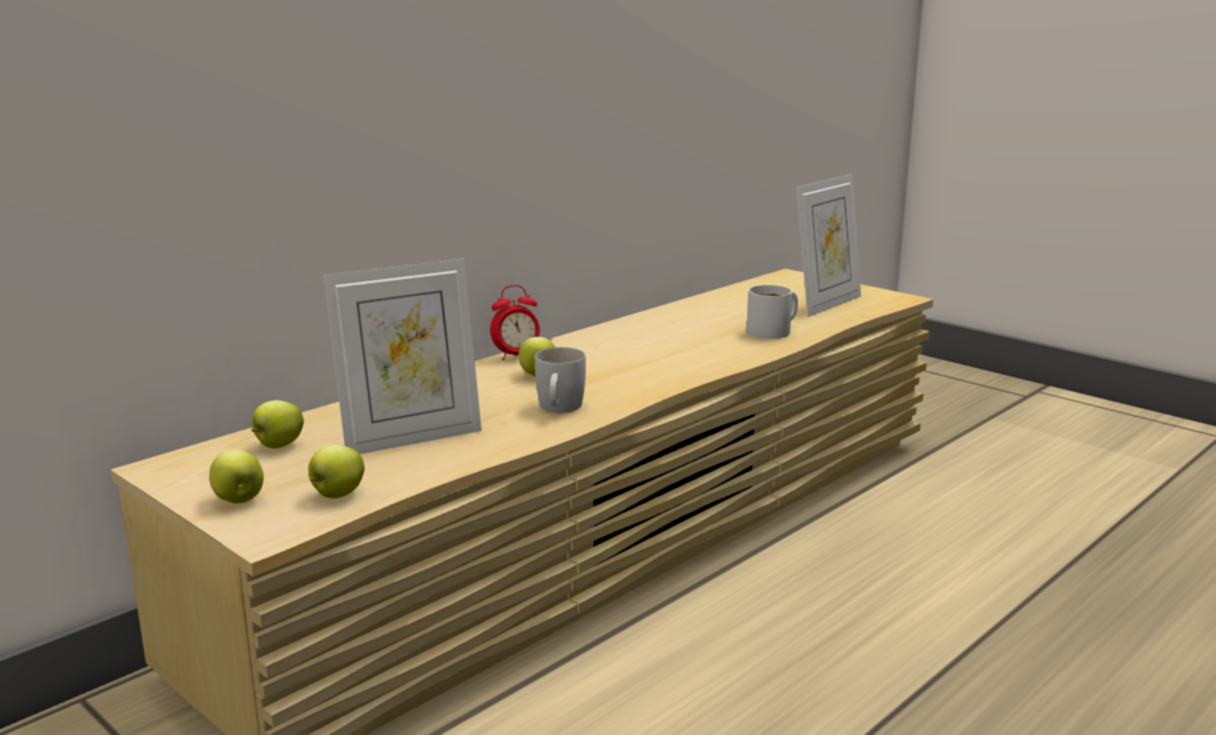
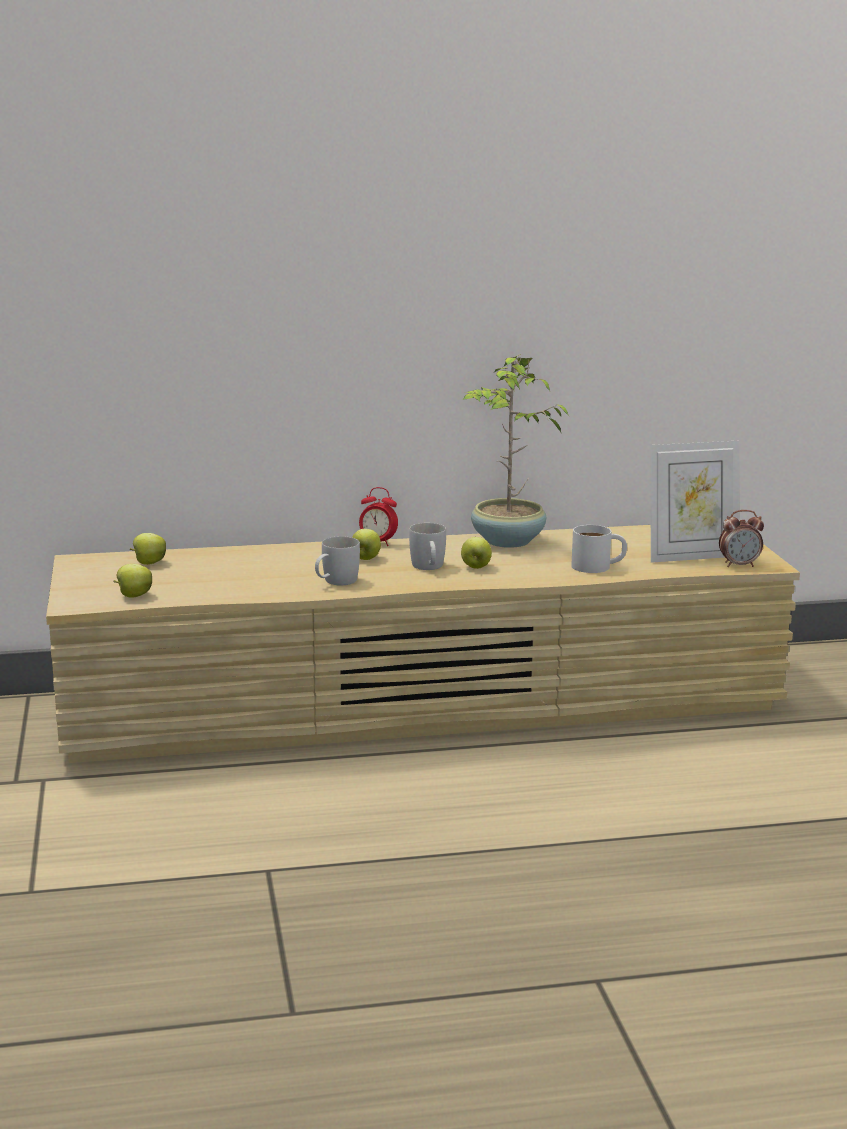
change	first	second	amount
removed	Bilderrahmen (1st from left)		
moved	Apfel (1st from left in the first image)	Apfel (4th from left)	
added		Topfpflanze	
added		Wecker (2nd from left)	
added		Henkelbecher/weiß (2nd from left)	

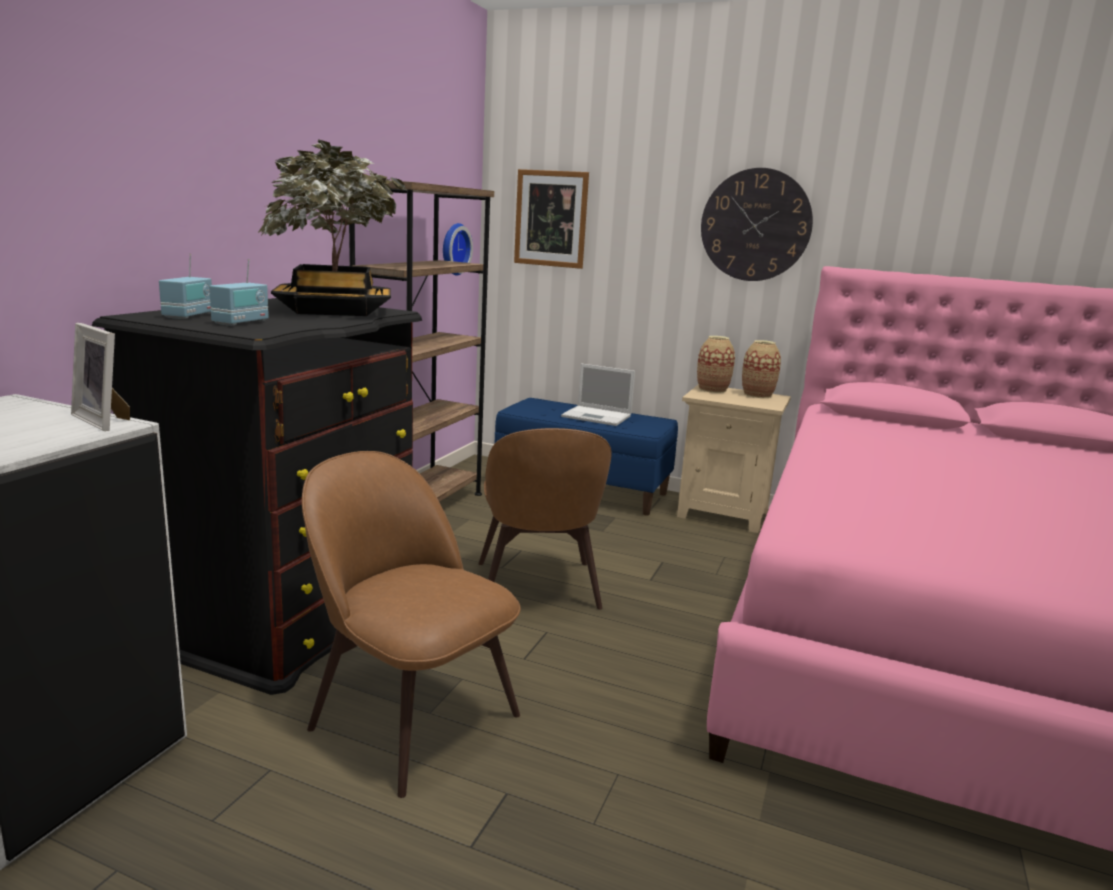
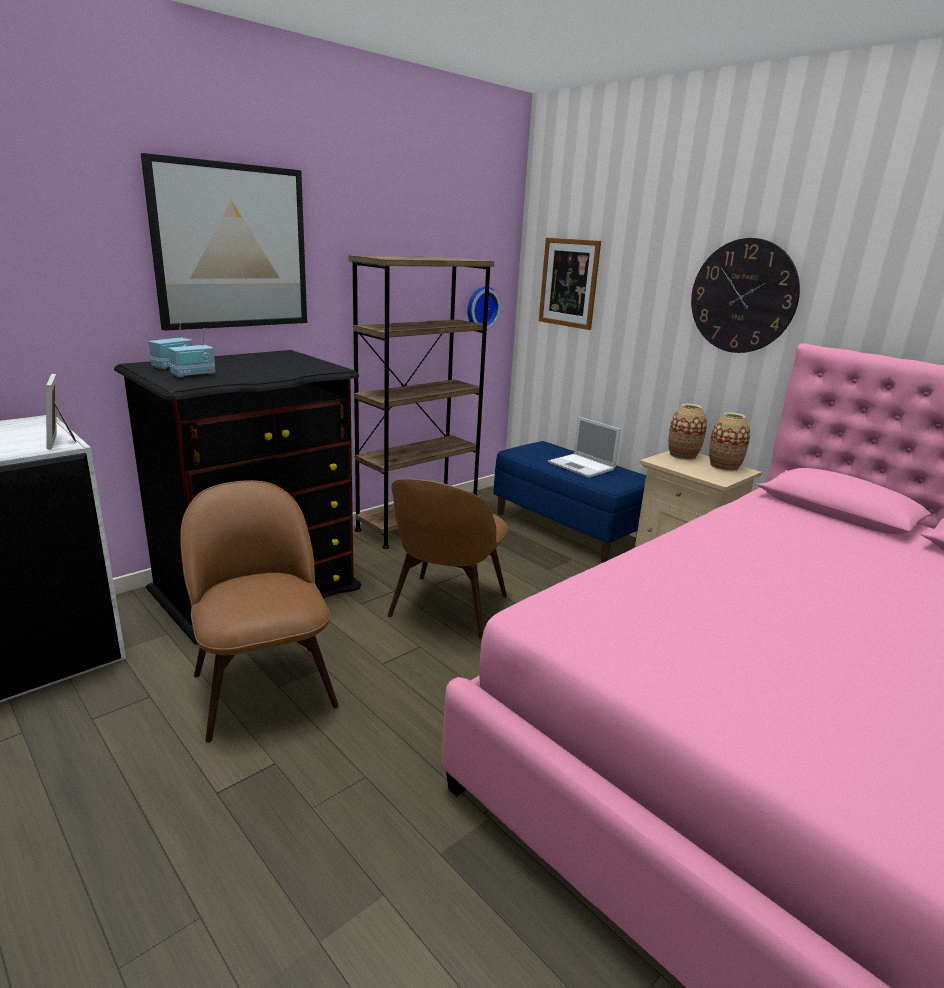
change	first	second	amount
removed	Topfpflanze		
added		Bild (1st from left)	

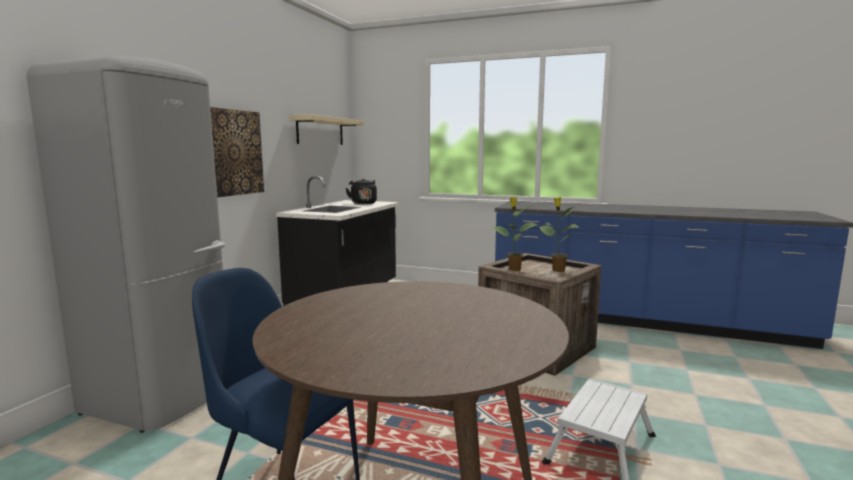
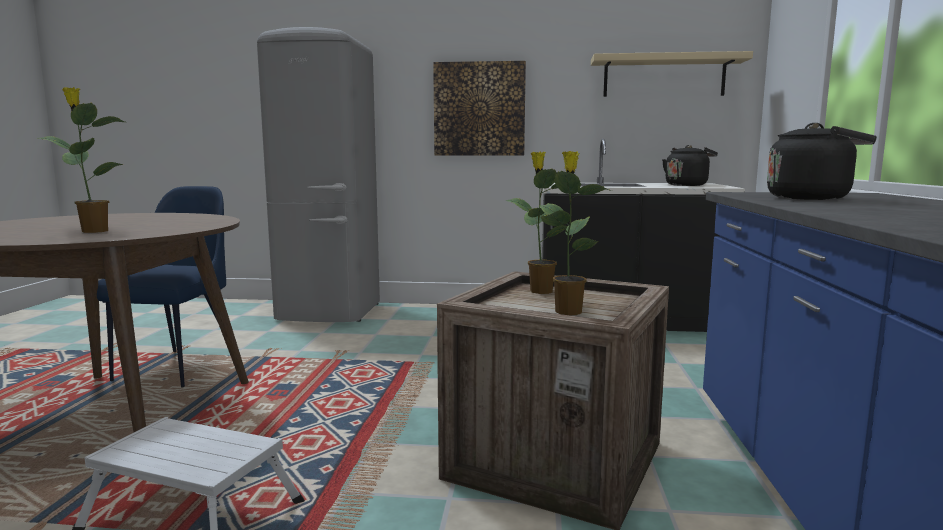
change	first	second	amount
added		Topfpflanze (1st from left)	
added		Wasserkessel/schwarz (2nd from left)	

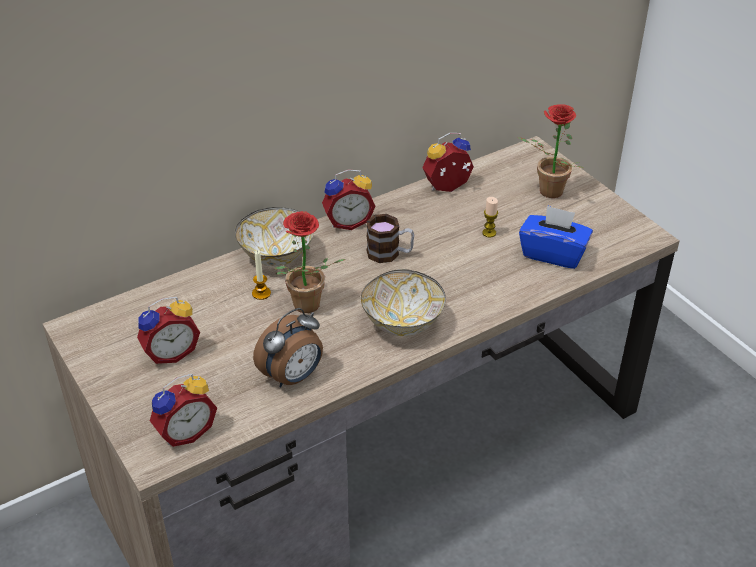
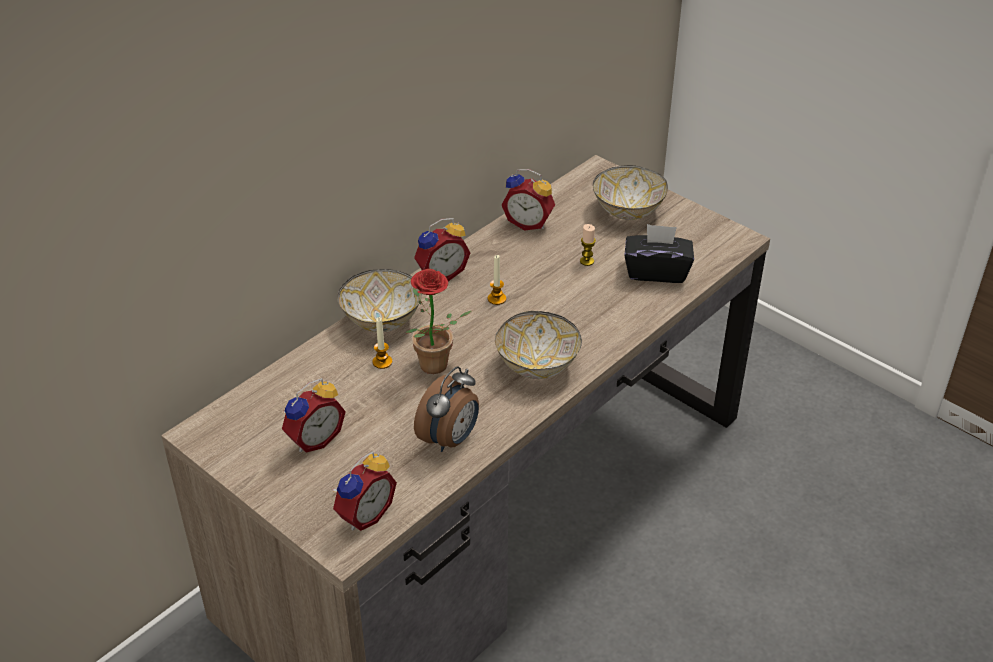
change	first	second	amount
replaced	Topfpflanze (2nd from left)	Schüssel (3rd from left)	
turned	Wecker (5th from left)		120 degrees counterclockwise
recoloured	Taschentuchbox/blau	Taschentuchbox/schwarz	
replaced	Henkelbecher	Kerze (2nd from left)	

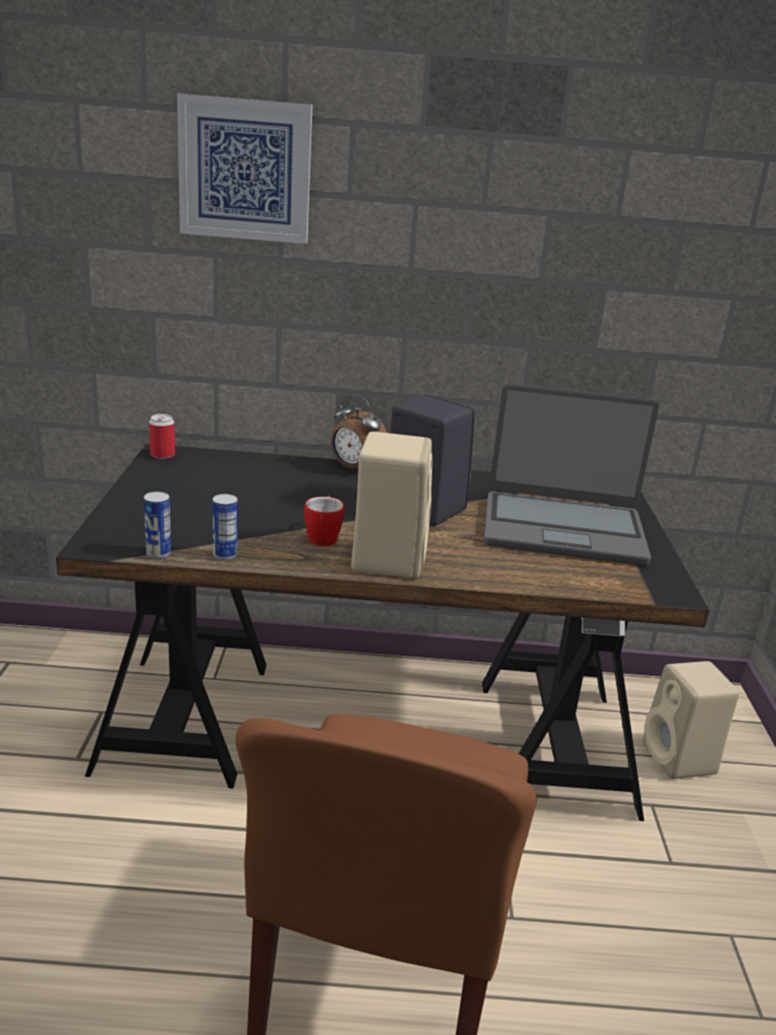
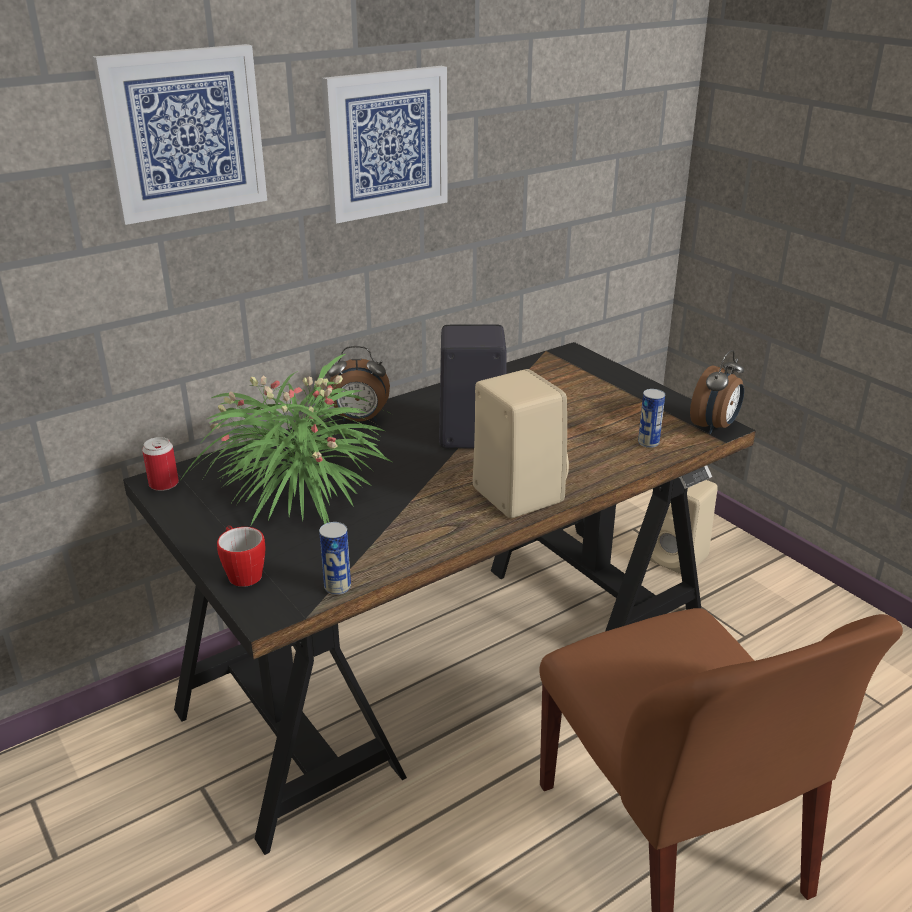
change	first	second	amount
removed	Laptop		
moved	Dose (3rd from left)		
moved	Henkelbecher		
added		Bild (2nd from left)	
added		Wecker (2nd from left)	
added		Topfpflanze	

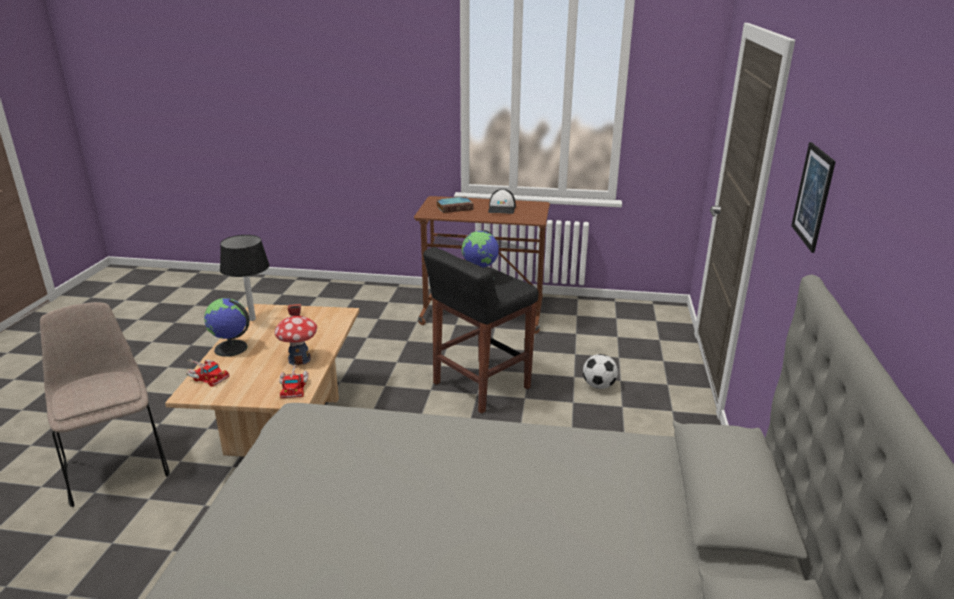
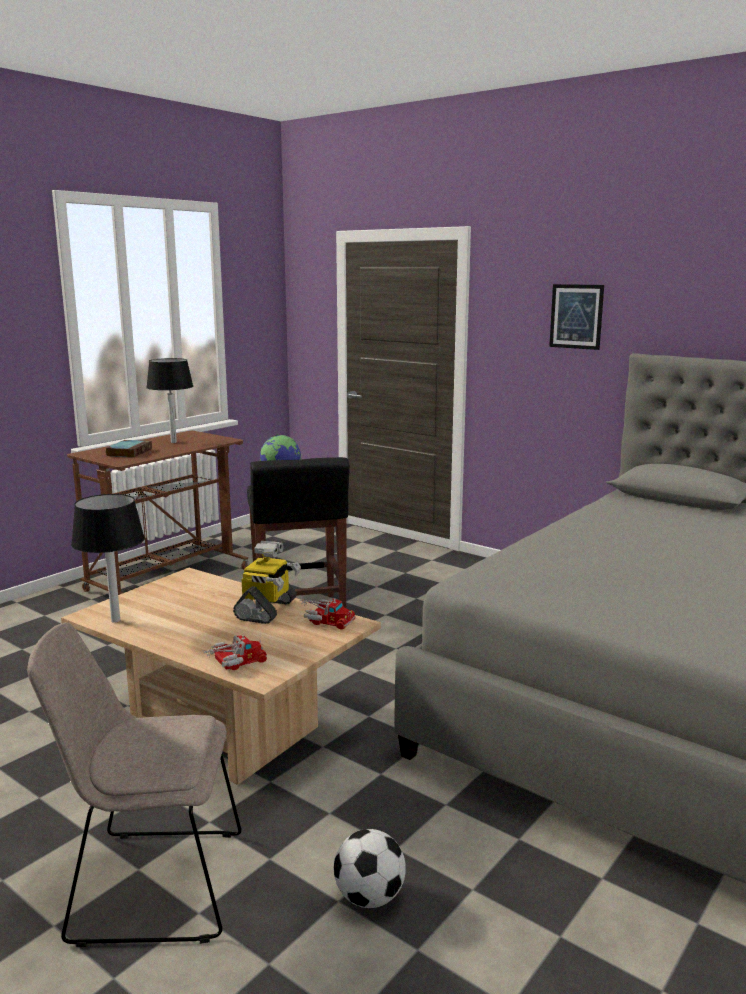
change	first	second	amount
replaced	Kappe	Tischlampe/schwarz (2nd from left)	
removed	Globus (1st from left)		
replaced	Spielzeughaus	Spielzeugroboter	
moved	Fußball		

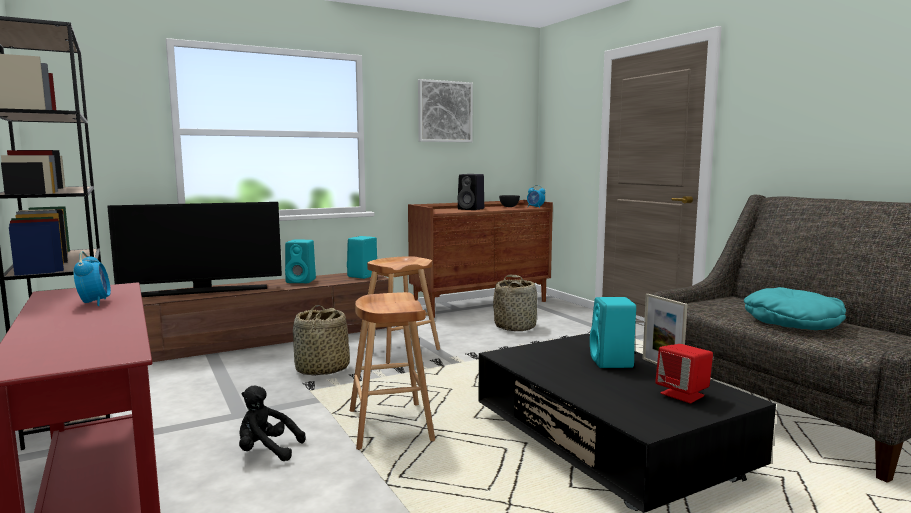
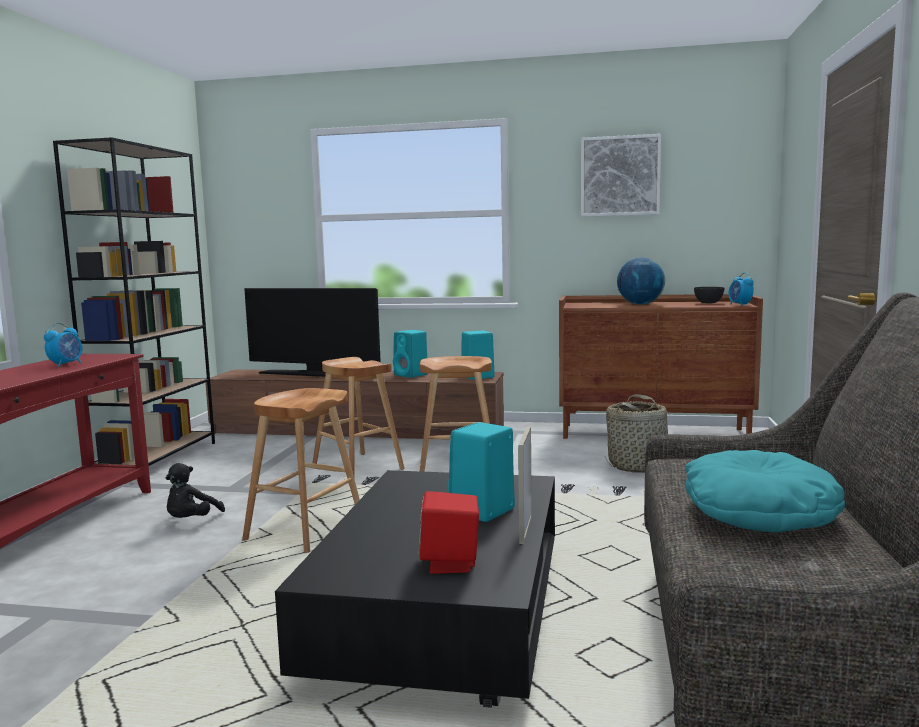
change	first	second	amount
replaced	Lautsprecher/schwarz	Globus	
replaced	Korb (1st from left)	Hocker/braun (2nd from left)	
turned	Plüschtier/schwarz		120 degrees counterclockwise

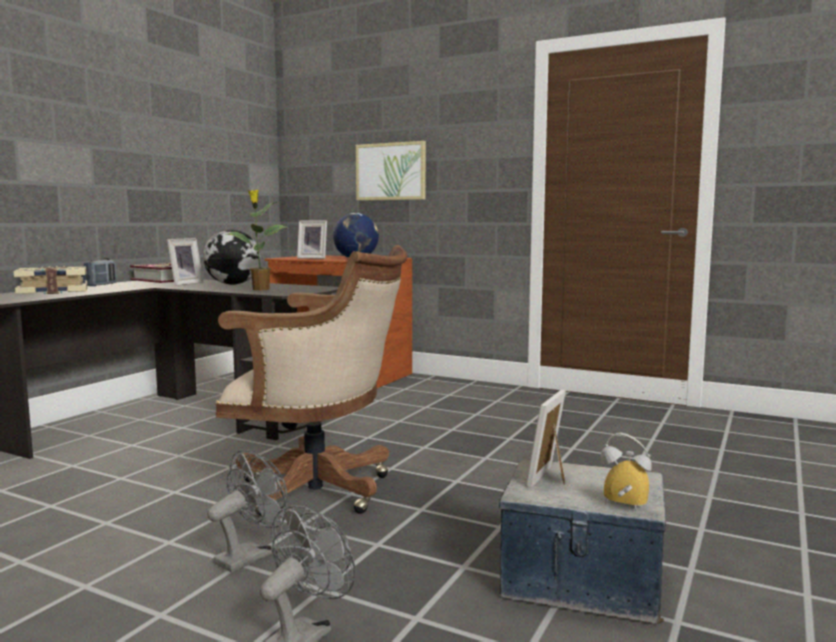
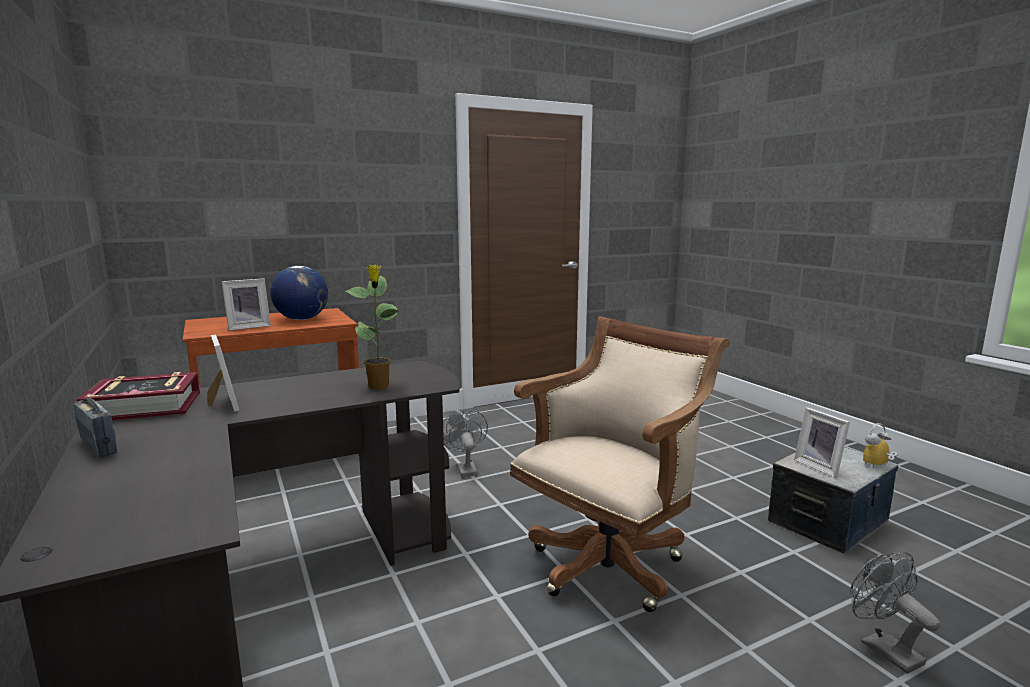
change	first	second	amount
removed	Bild		
removed	Globus (1st from left)		
removed	Buch (1st from left)		
moved	Ventilator/grau (1st from left)		

